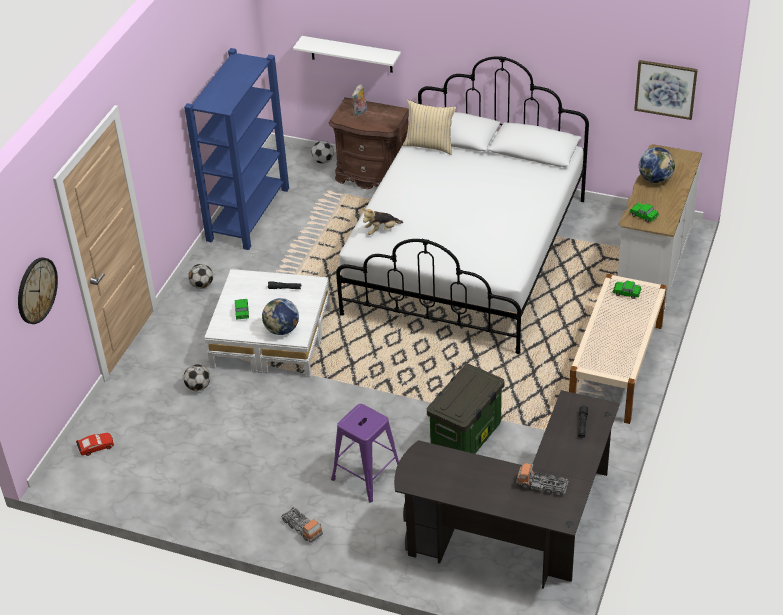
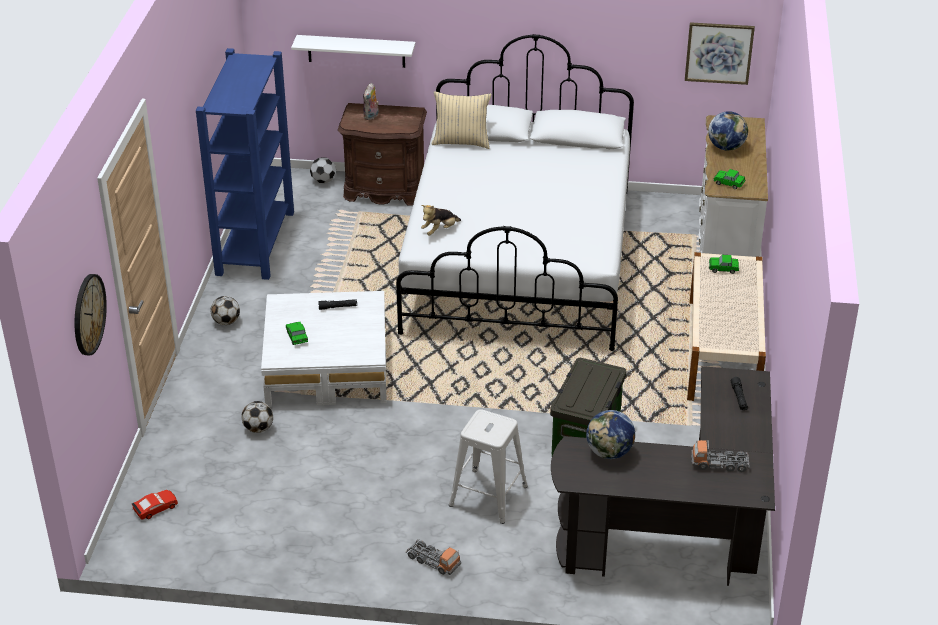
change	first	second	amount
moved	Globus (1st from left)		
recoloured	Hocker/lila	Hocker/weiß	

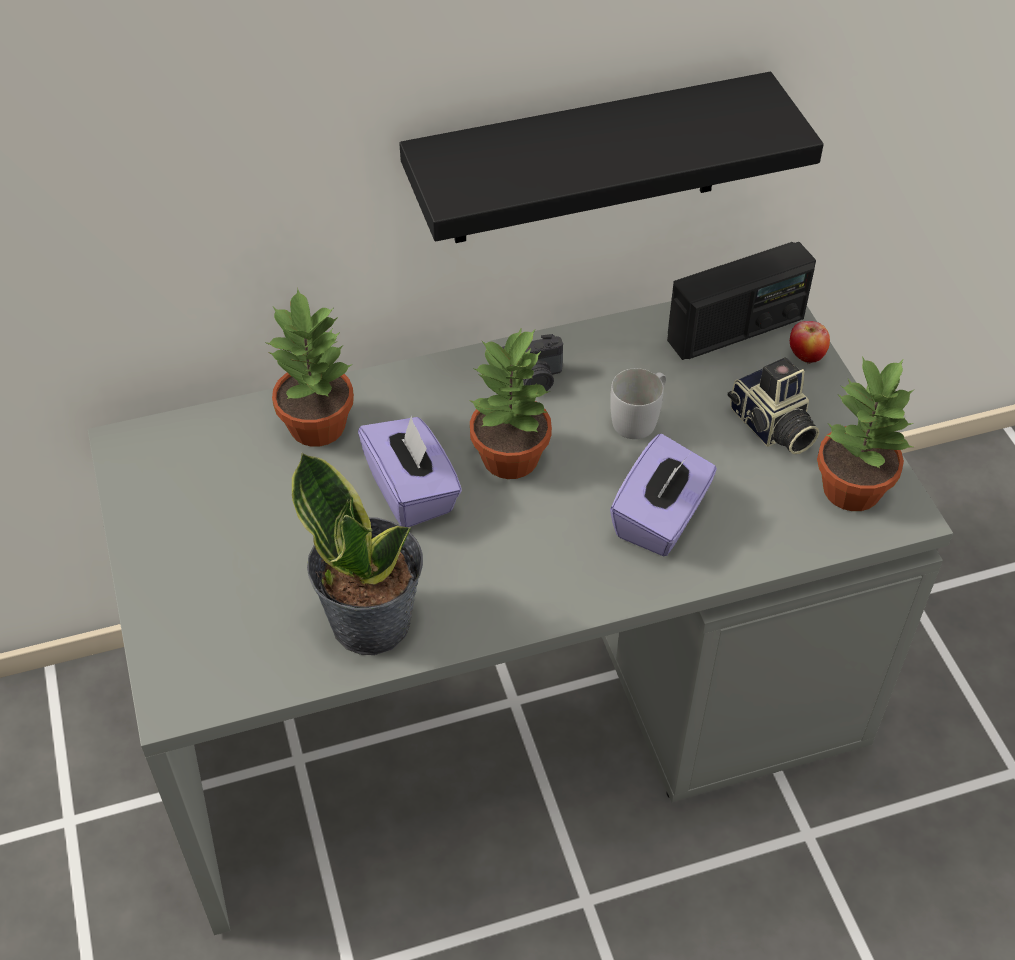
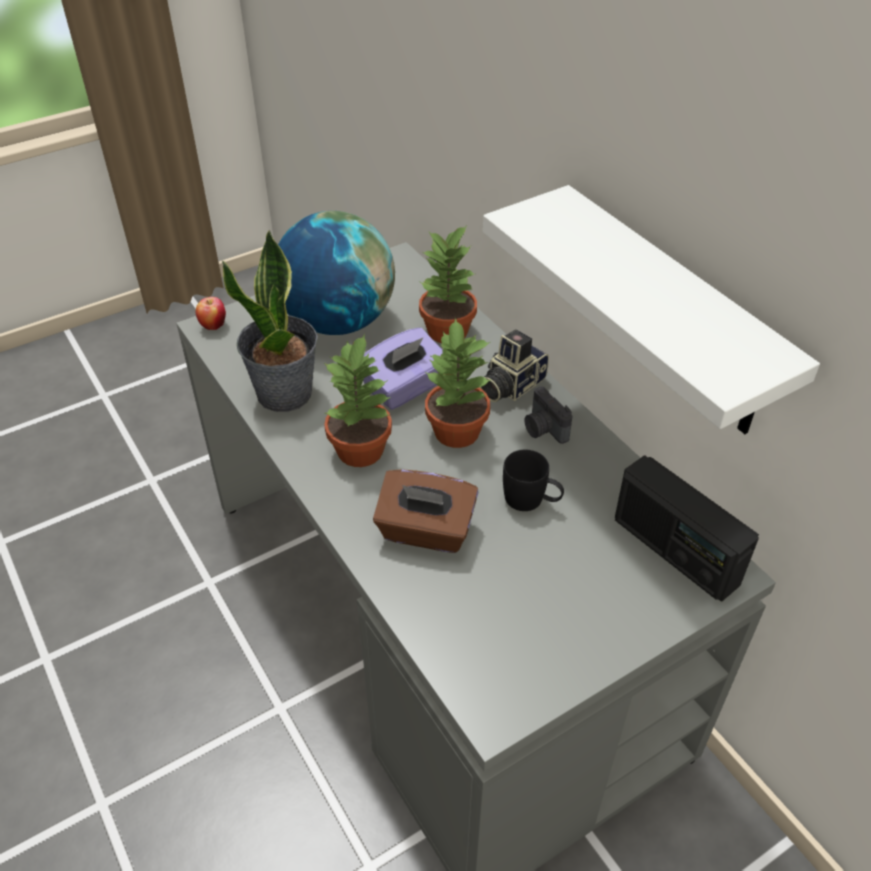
change	first	second	amount
recoloured	Wandregal/schwarz	Wandregal/weiß	
moved	Apfel		
moved	Topfpflanze (4th from left in the first image)	Topfpflanze (2nd from left)	
moved	Kamera (2nd from left in the first image)	Kamera (1st from left)	
recoloured	Henkelbecher/weiß	Henkelbecher/schwarz	
recoloured	Taschentuchbox/lila (2nd from left)	Taschentuchbox/braun	
added		Globus	

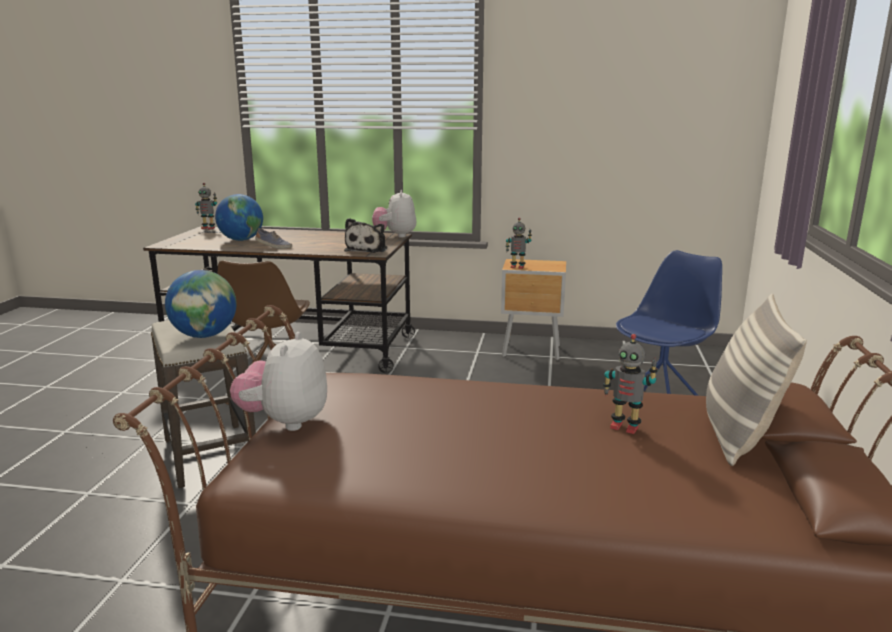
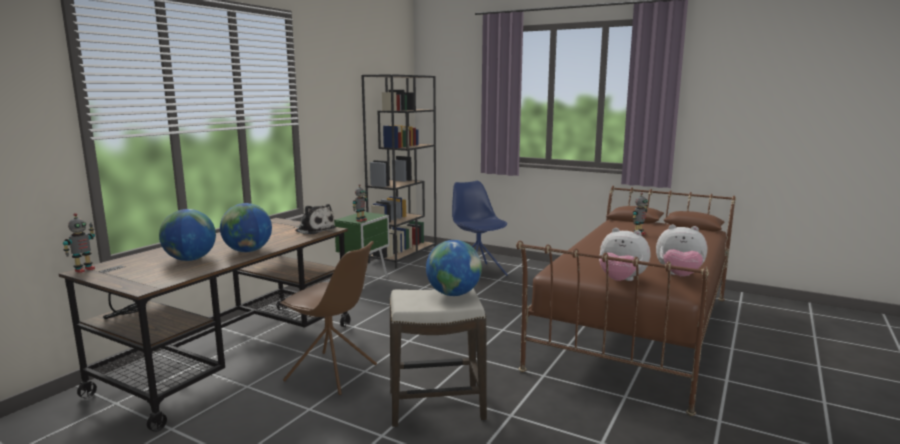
change	first	second	amount
moved	Plüschtier (3rd from left)		
replaced	Schuh	Globus (2nd from left)	
recoloured	Nachttisch/braun	Nachttisch/grün	
removed	Kissen		
added		Bücherregal	

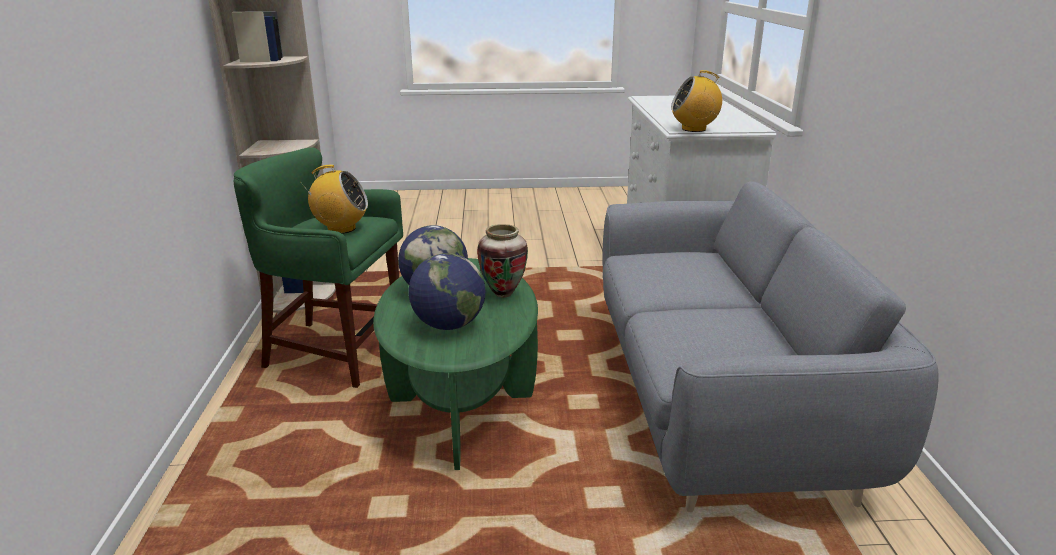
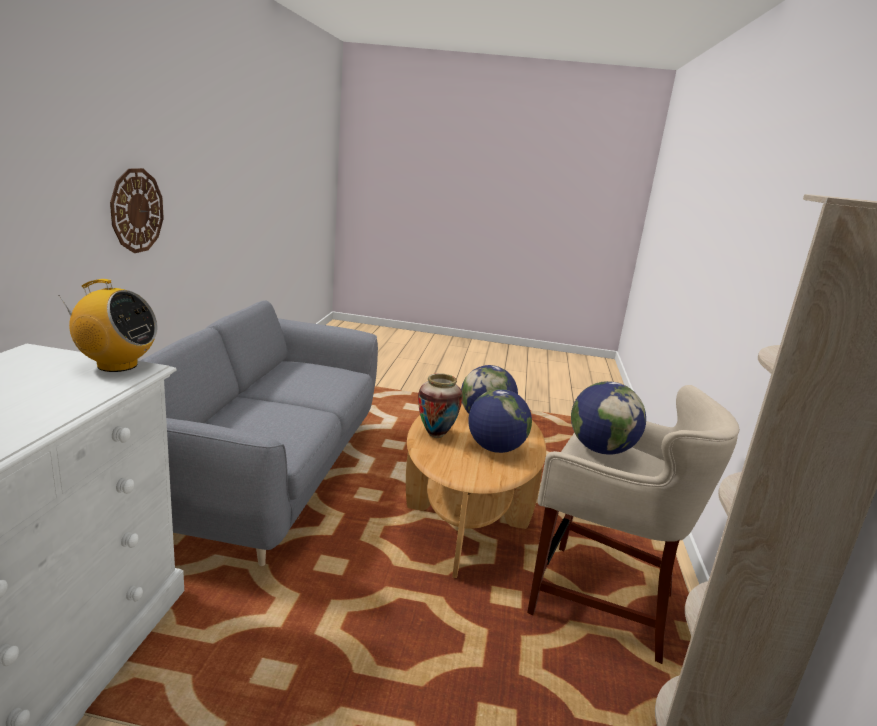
change	first	second	amount
recoloured	Hocker/grün	Hocker/beige	
replaced	Radio (1st from left)	Globus (3rd from left)	
recoloured	Couchtisch/grün	Couchtisch/braun	
added		Wanduhr	

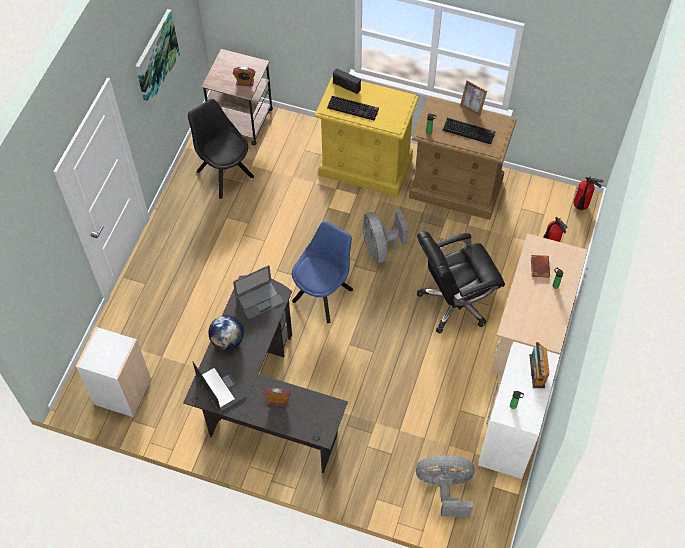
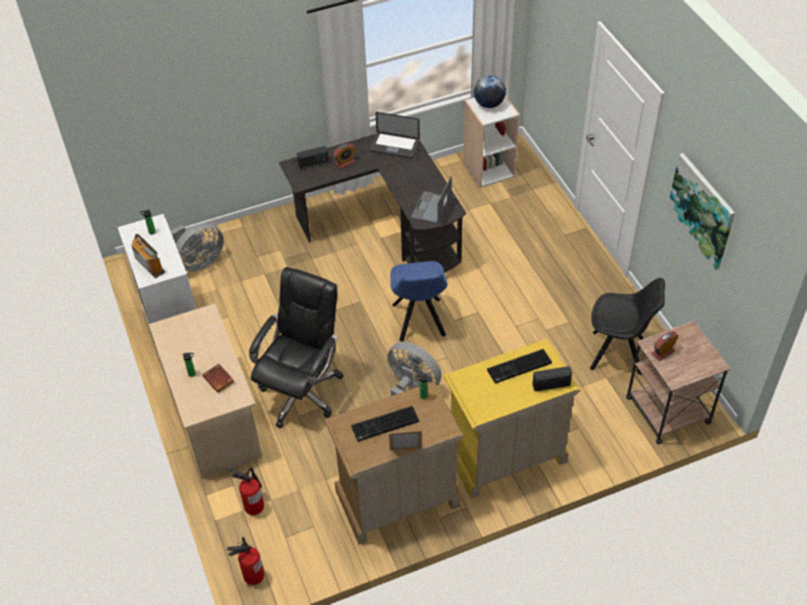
change	first	second	amount
moved	Globus		
added		Radio (2nd from left)	

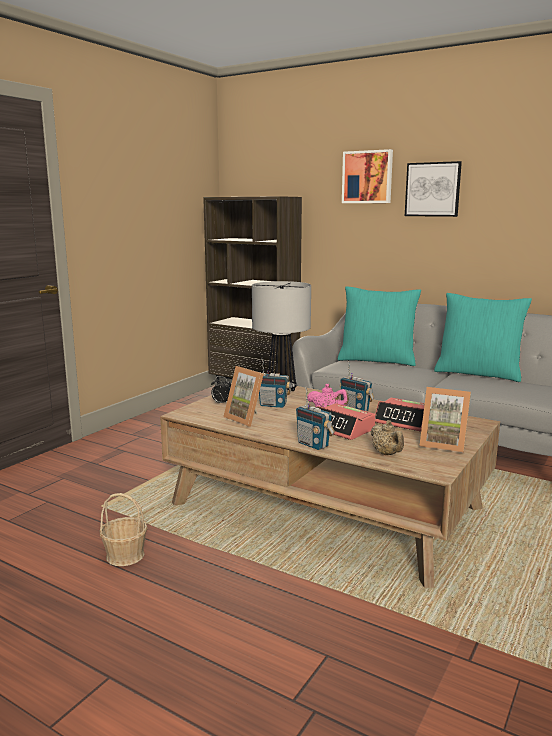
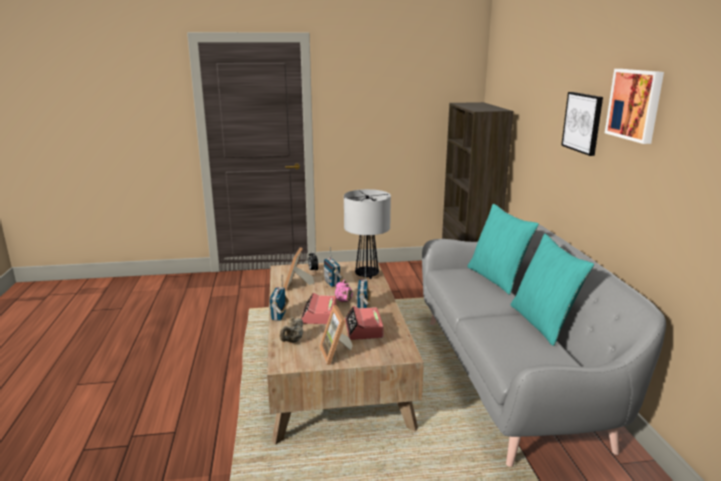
change	first	second	amount
moved	Bild (1st from left in the first image)	Bild (2nd from left)	
removed	Korb		

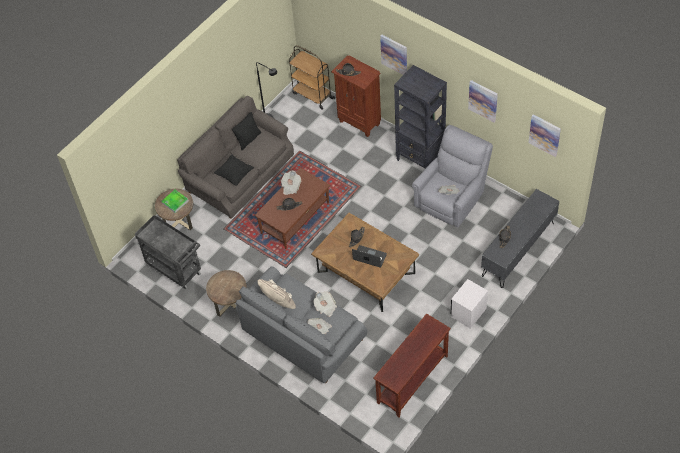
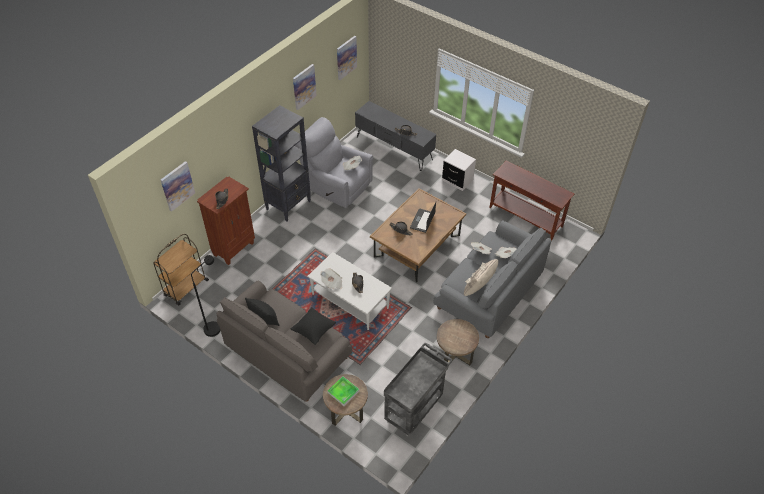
change	first	second	amount
moved	Bild (1st from left)		
recoloured	Couchtisch/braun (1st from left)	Couchtisch/weiß	

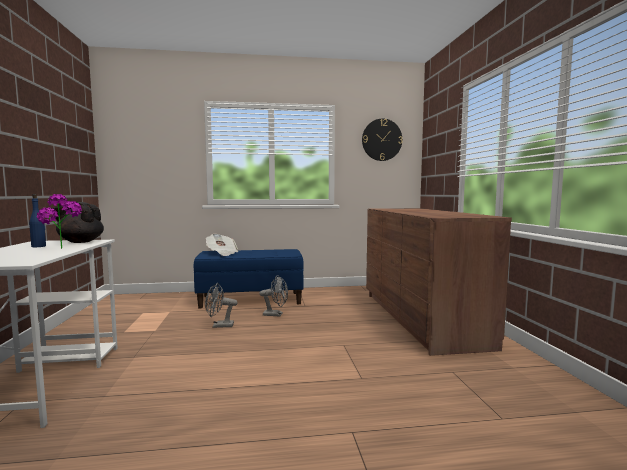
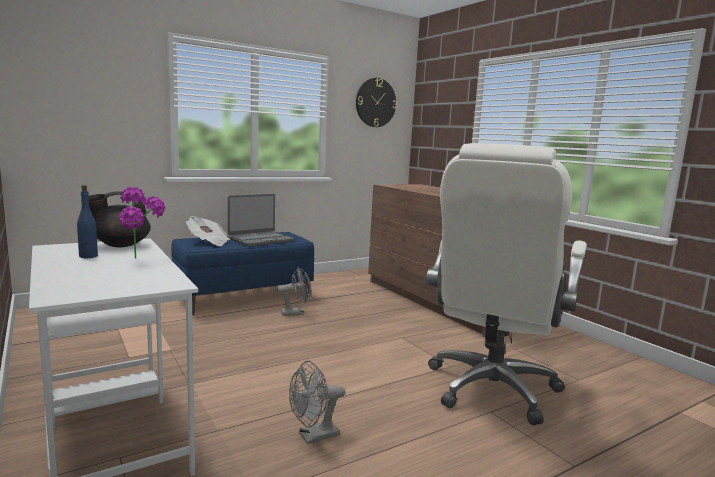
change	first	second	amount
moved	Ventilator/grau (1st from left in the first image)	Ventilator/grau (2nd from left)	
added		Bürostuhl/weiß	
added		Laptop	

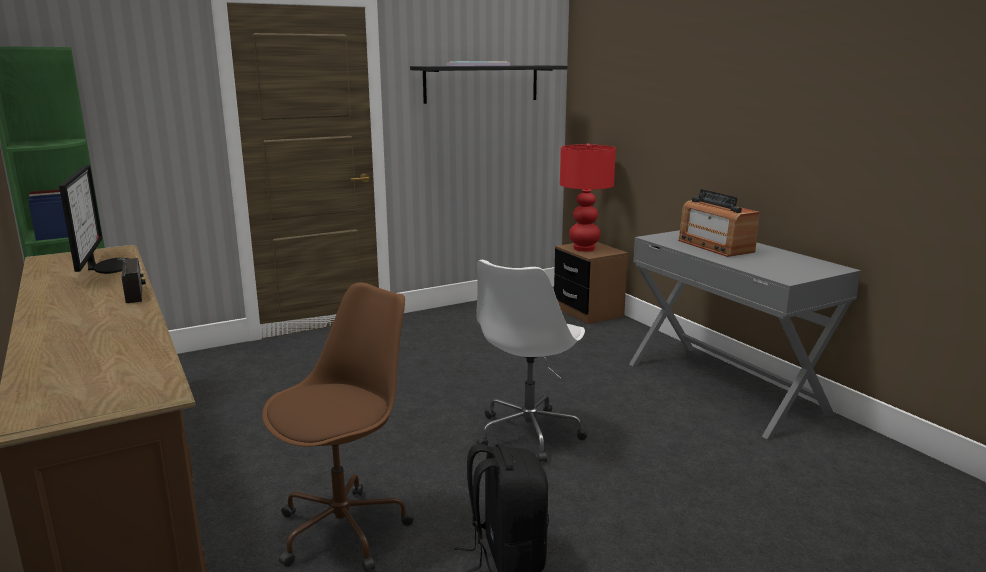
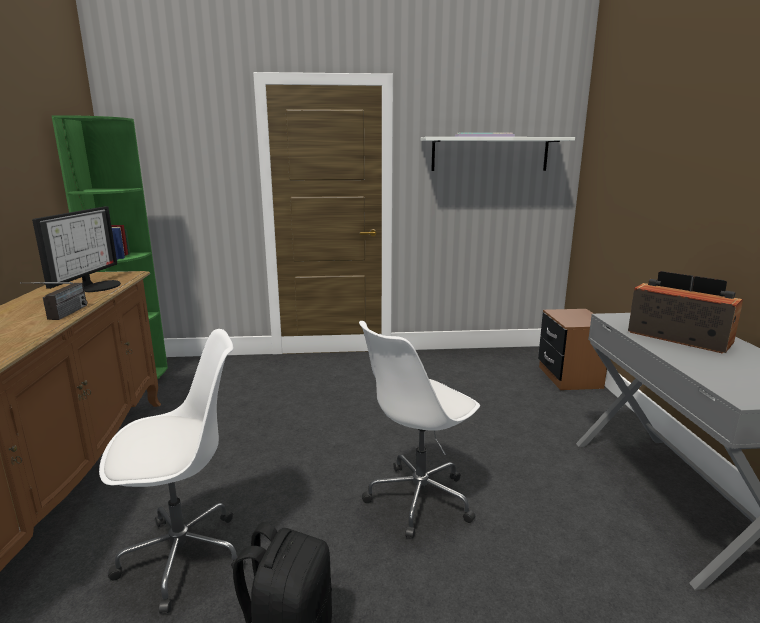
change	first	second	amount
recoloured	Wandregal/schwarz	Wandregal/weiß	
removed	Tischlampe/rot		
turned	Radio (2nd from left)		135 degrees clockwise
recoloured	Bürostuhl/braun	Bürostuhl/weiß (1st from left)	

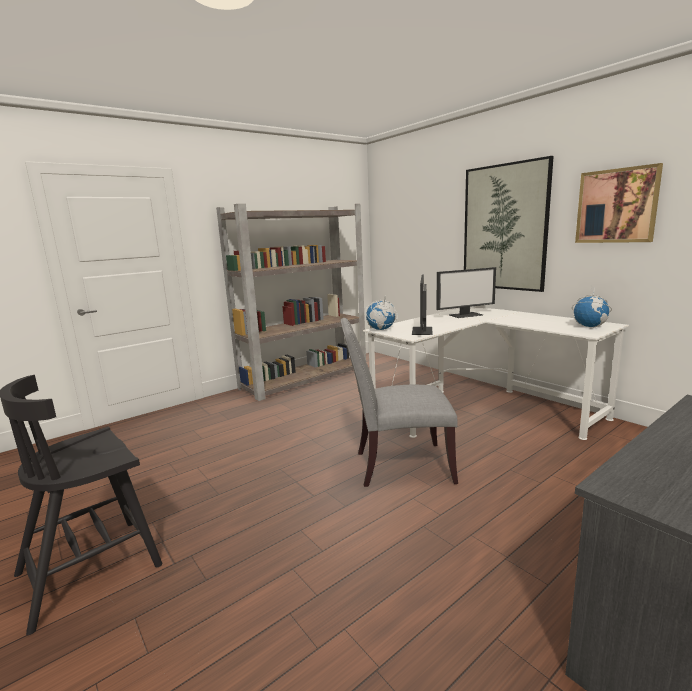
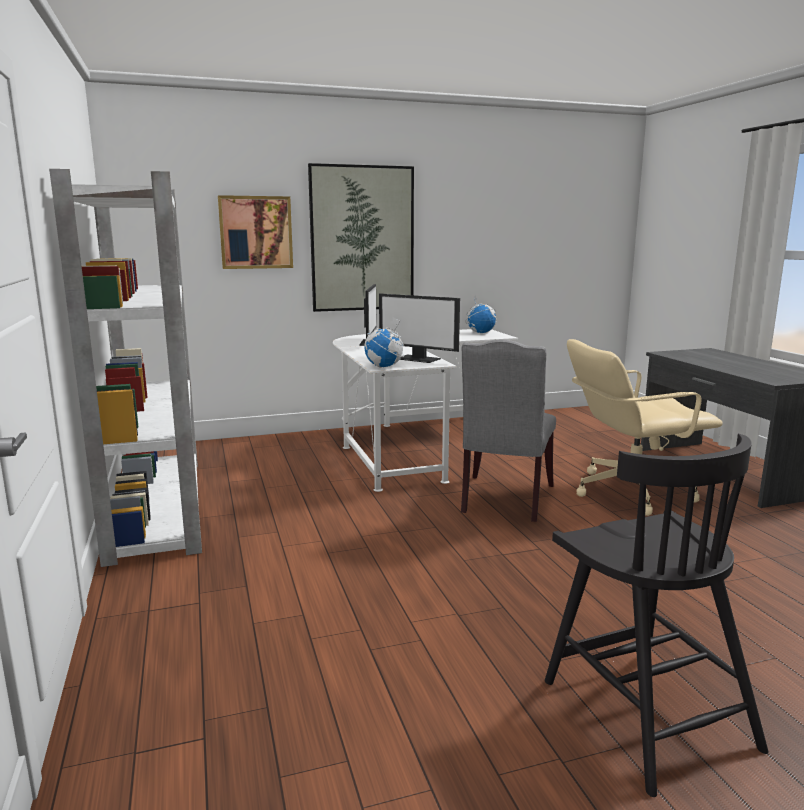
change	first	second	amount
moved	Bild (2nd from left in the first image)	Bild (1st from left)	
recoloured	Bücherregal/braun	Bücherregal/weiß	
added		Bürostuhl/beige	

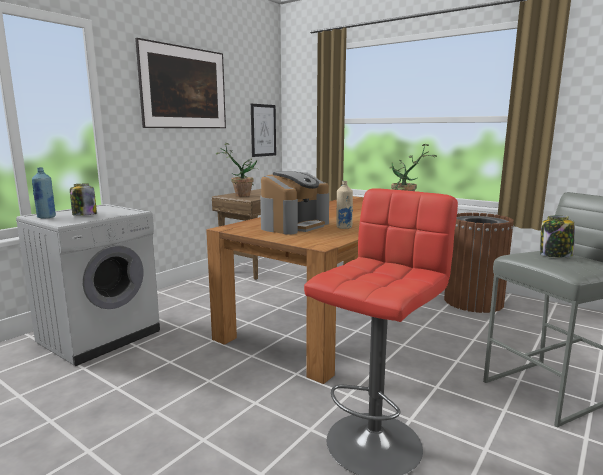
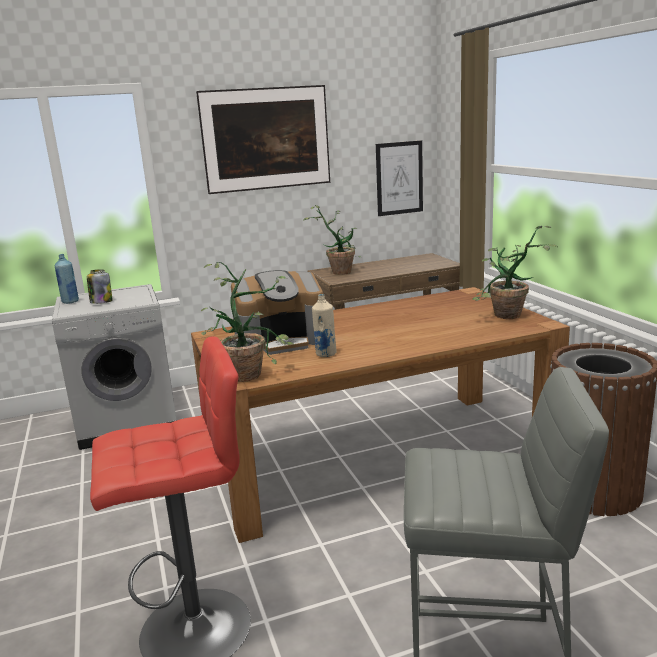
change	first	second	amount
removed	Vorratsglas (2nd from left)		
added		Topfpflanze (1st from left)	

